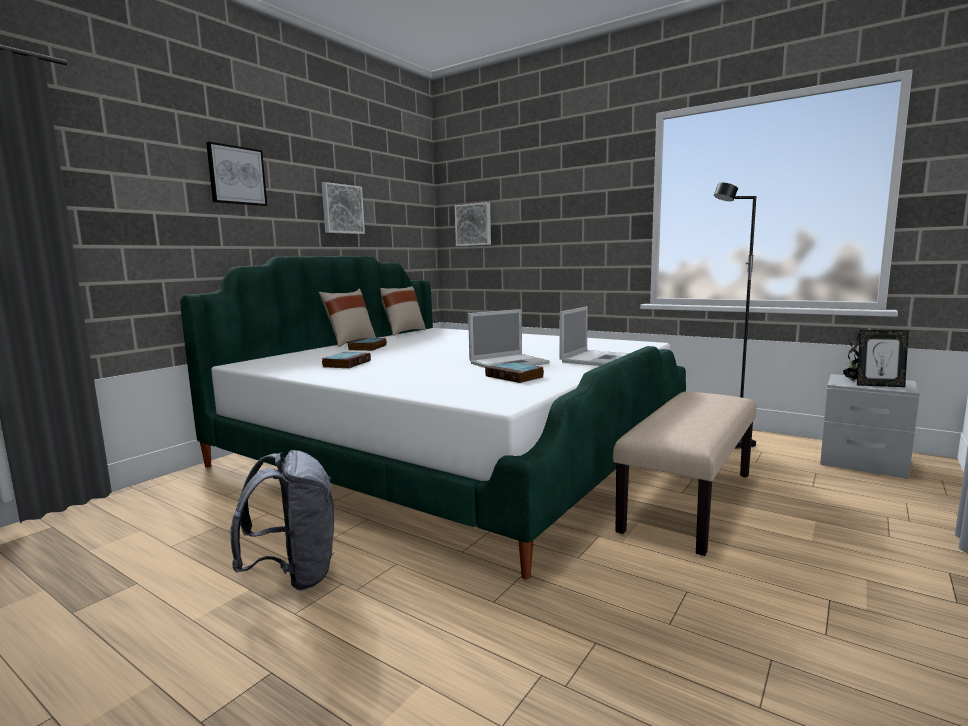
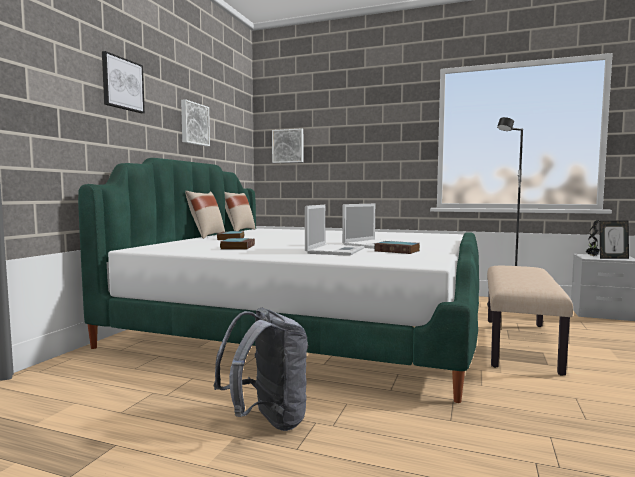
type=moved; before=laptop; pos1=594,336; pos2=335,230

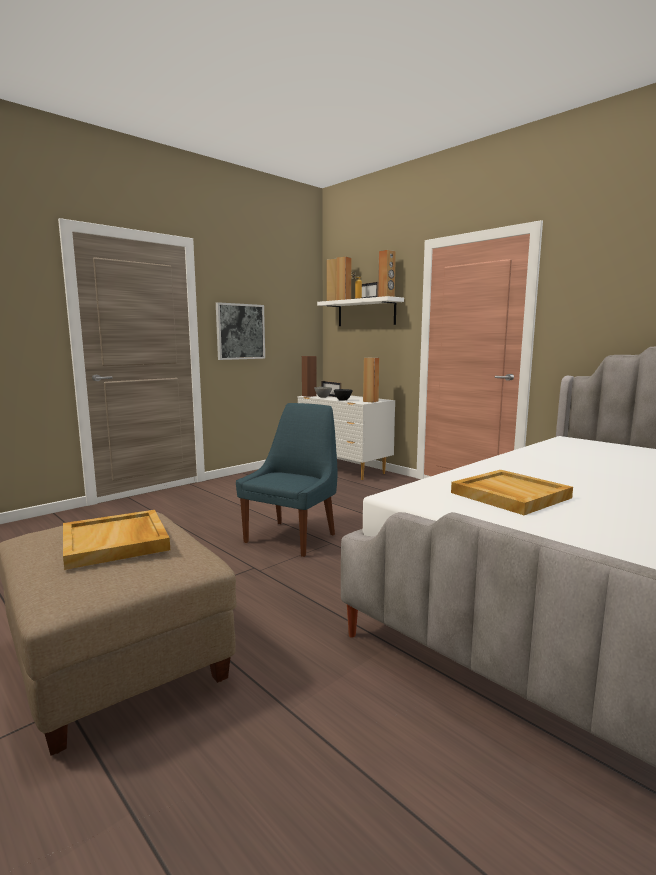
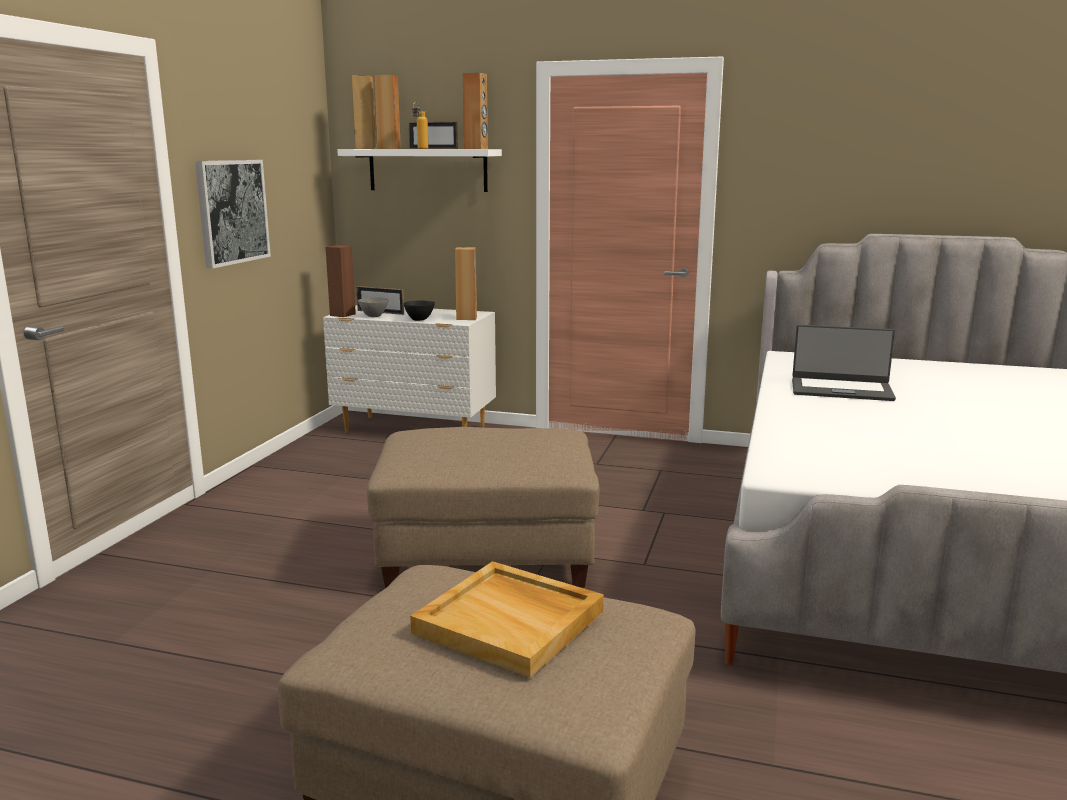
type=replaced; before=krzesło [niebieski]; after=pufa [beżowy]; pos1=286,480; pos2=483,507
type=added; after=laptop; pos2=844,363
type=removed; before=taca [beżowy]; pos1=512,492

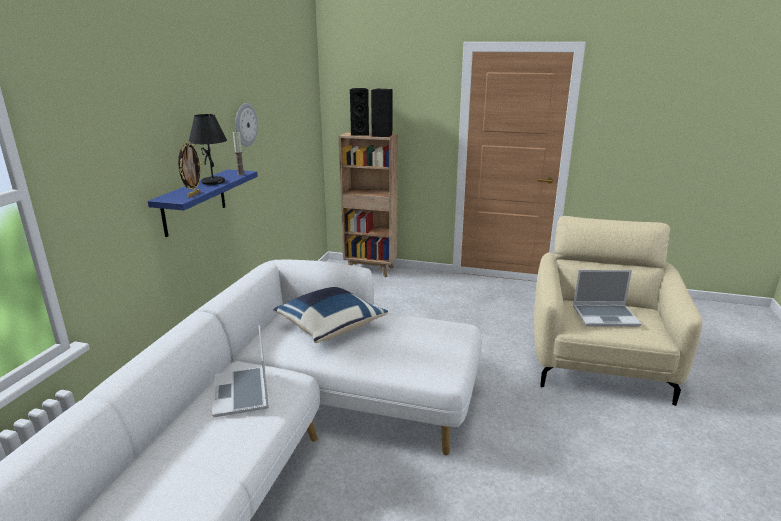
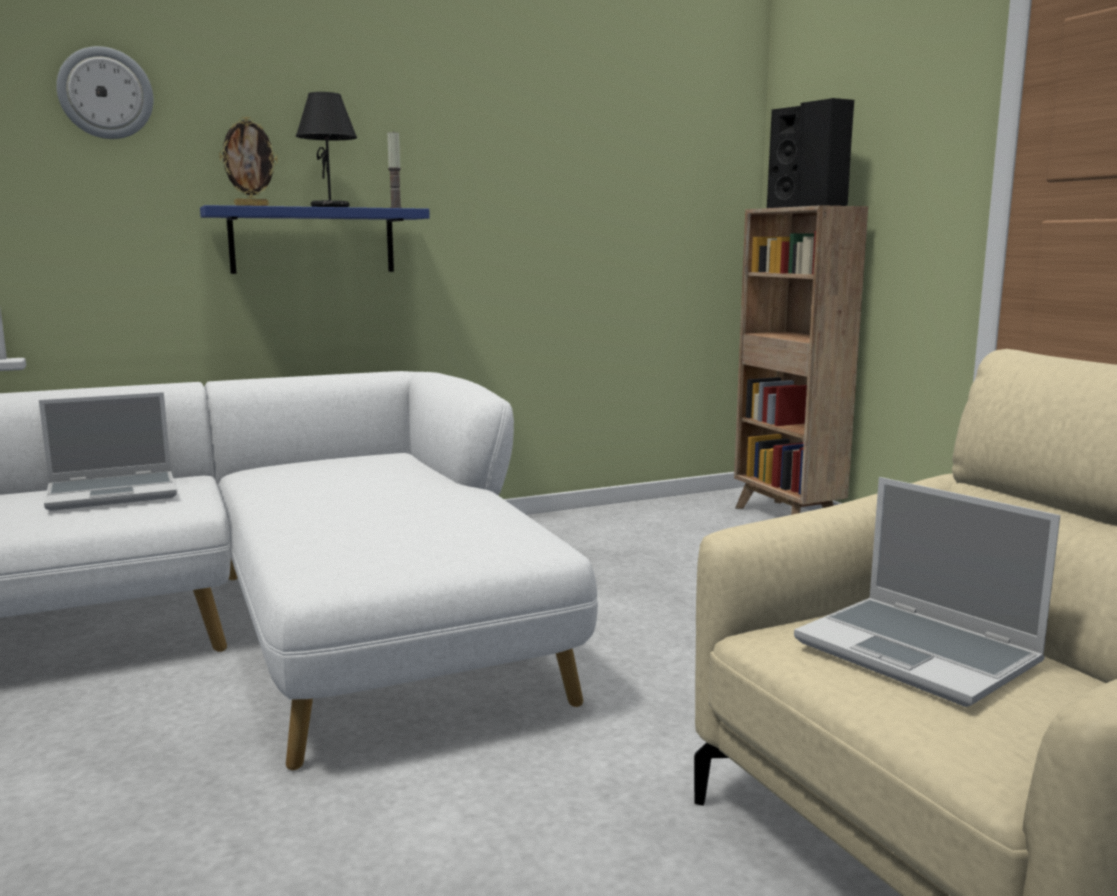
type=turned; before=laptop; pos1=240,371; pos2=108,451; turn=-150
type=moved; before=zegar ścienny; pos1=246,125; pos2=105,92
type=removed; before=poduszka [niebieski]; pos1=331,315

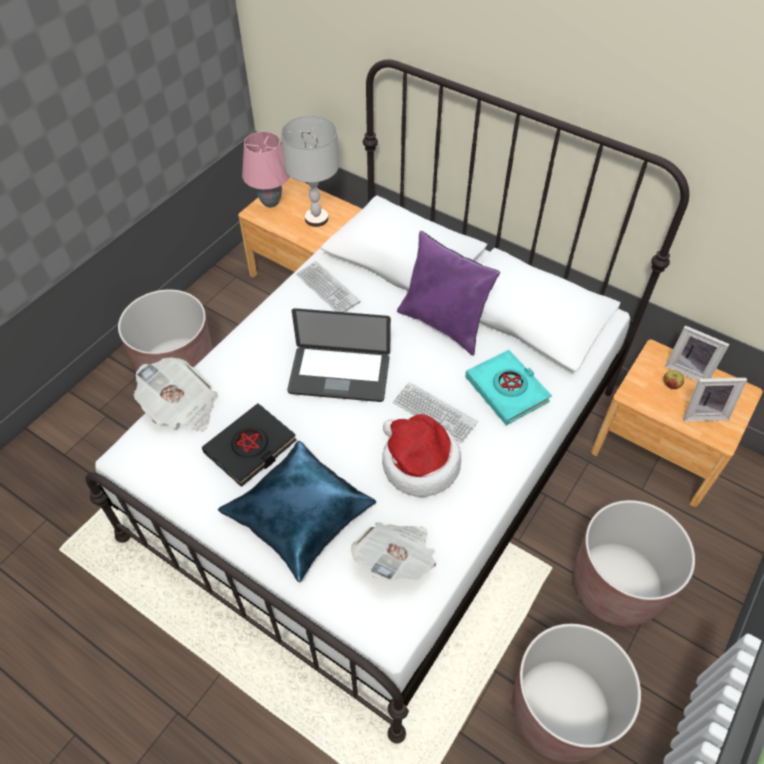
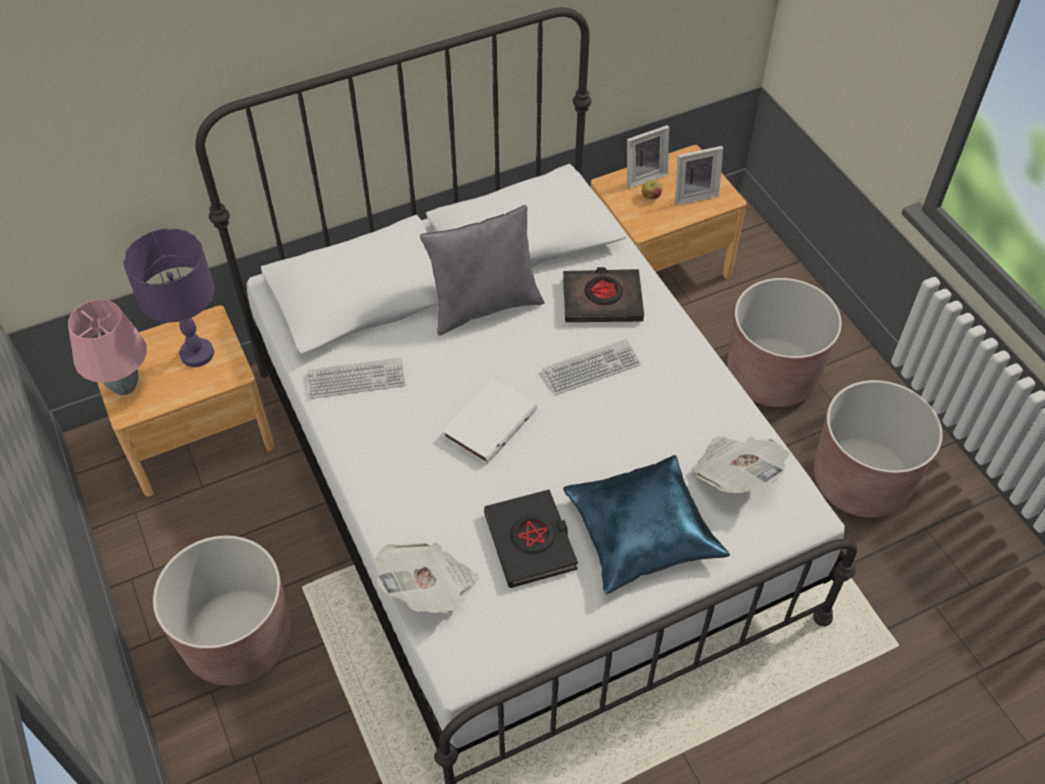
type=recoloured; before=lampa stołowa [szary]; after=lampa stołowa [fioletowy]; pos1=310,171; pos2=169,297
type=recoloured; before=poduszka [fioletowy]; after=poduszka [szary]; pos1=448,293; pos2=482,270
type=replaced; before=laptop; after=książka [biały]; pos1=339,355; pos2=490,421
type=recoloured; before=książka [turkusowy]; after=książka [czarny]; pos1=508,387; pos2=603,294
type=turned; before=ramka na zdjęcie; pos1=715,400; pos2=699,175; turn=45
type=removed; before=kapelusz; pos1=421,455

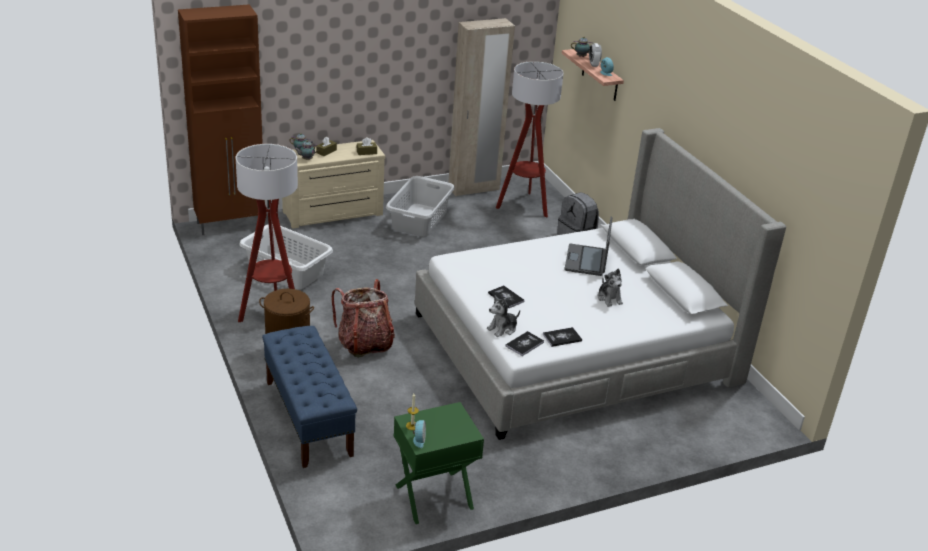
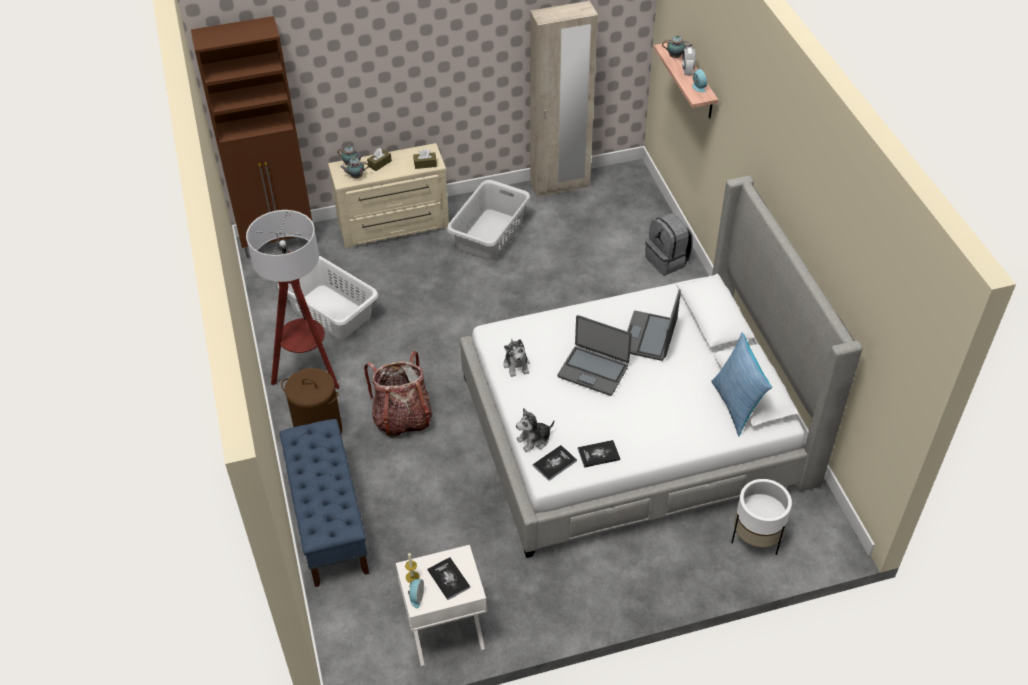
type=recoloured; before=szafka nocna [zielony]; after=szafka nocna [biały]; pos1=439,463; pos2=441,605
type=moved; before=książka; pos1=506,296; pos2=448,578
type=moved; before=pluszak; pos1=610,287; pos2=517,358
type=added; after=laptop; pos2=595,355
type=added; after=poduszka; pos2=741,384
type=added; after=donica [biały]; pos2=761,517
type=removed; before=lampa stojąca; pos1=530,139

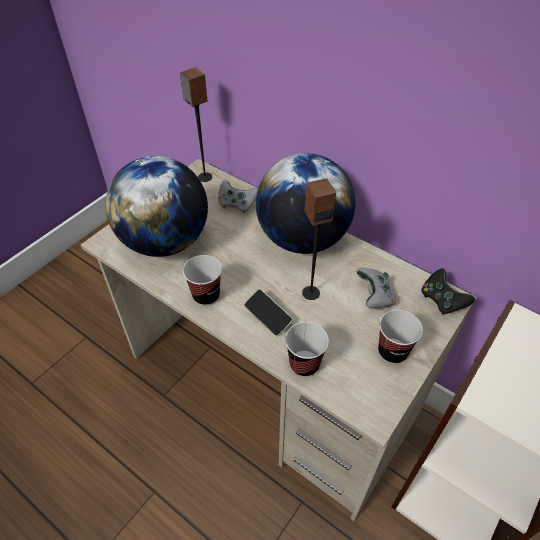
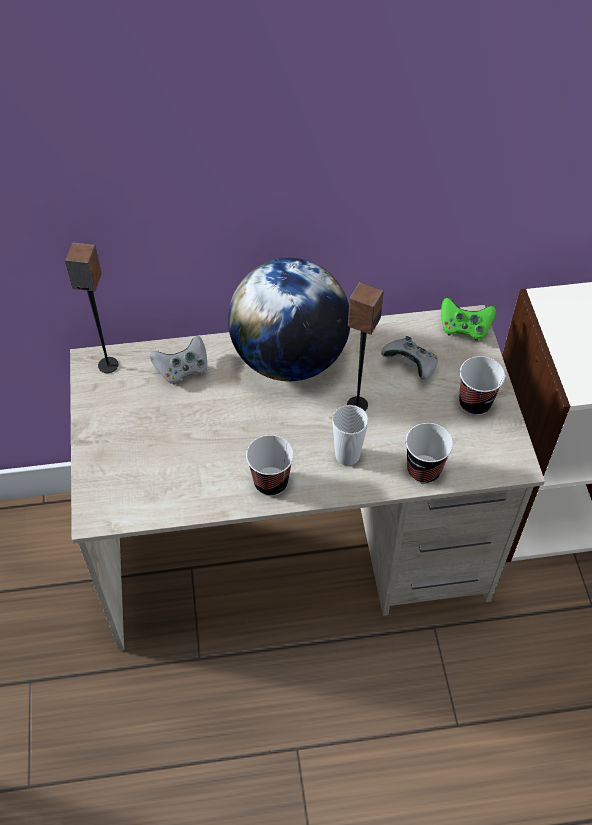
type=replaced; before=telefon; after=filiżanka; pos1=268,312; pos2=350,435
type=recoloured; before=pad do gier [czarny]; after=pad do gier [zielony]; pos1=448,291; pos2=468,319
type=removed; before=globus; pos1=156,206

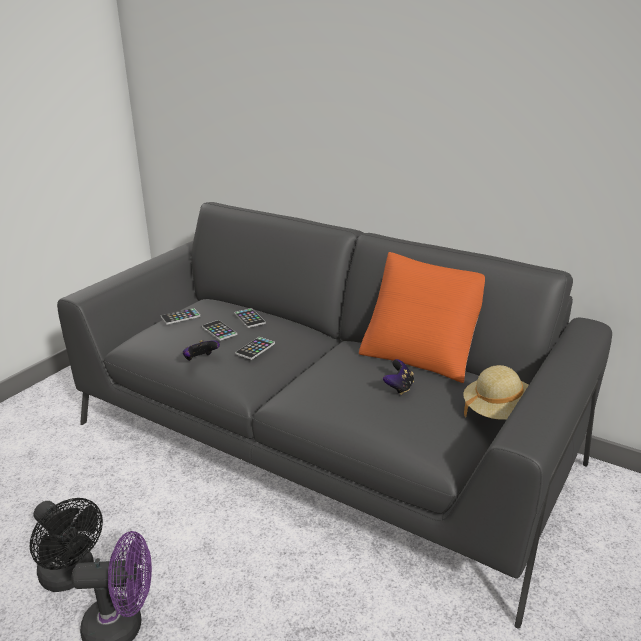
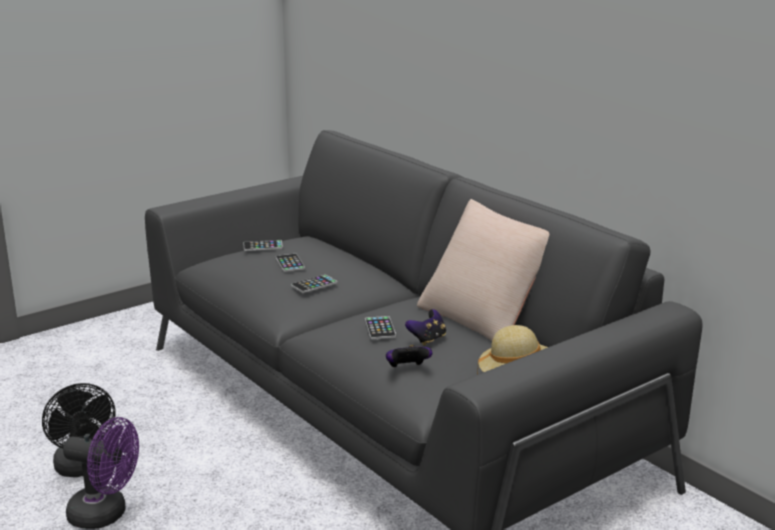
type=moved; before=telefon; pos1=250,318; pos2=380,327
type=moved; before=pad do gier; pos1=201,350; pos2=409,356
type=recoloured; before=poduszka [pomarańczowy]; after=poduszka [beżowy]; pos1=422,317; pos2=483,270

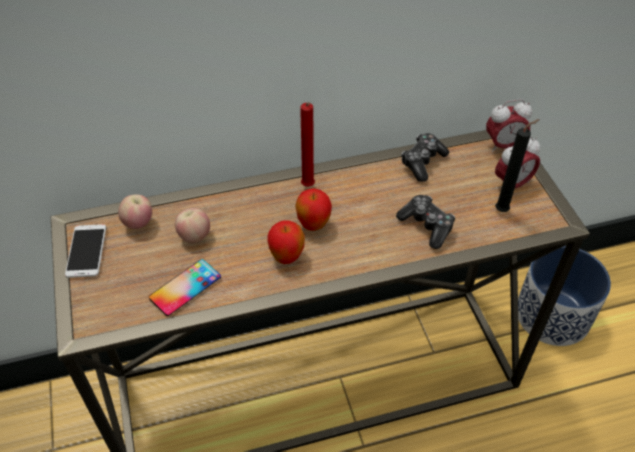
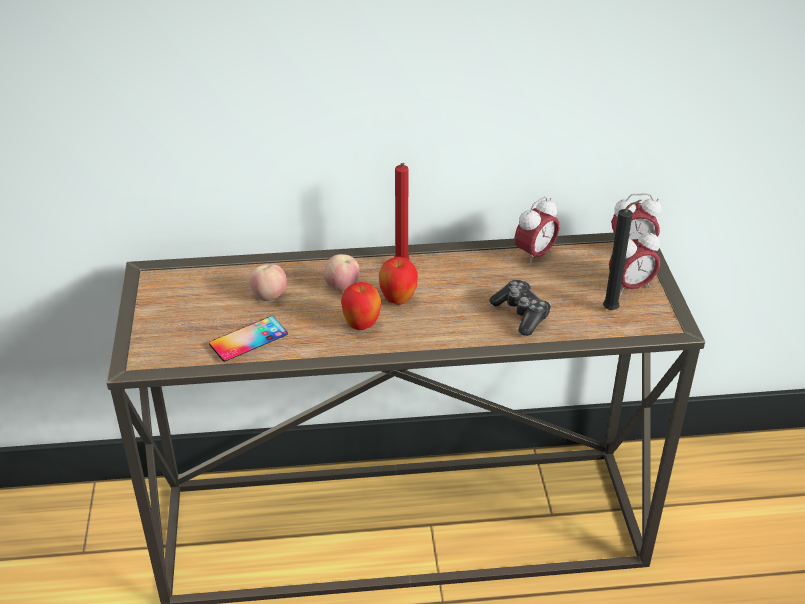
type=moved; before=jabłko; pos1=135,212; pos2=341,272
type=replaced; before=pad do gier; after=budzik; pos1=425,157; pos2=536,231
type=removed; before=telefon; pos1=85,251
type=removed; before=donica; pos1=564,296

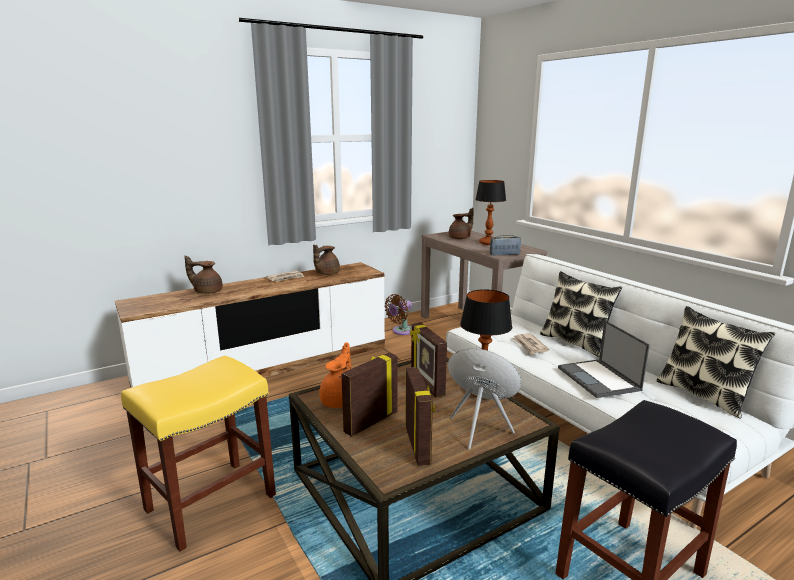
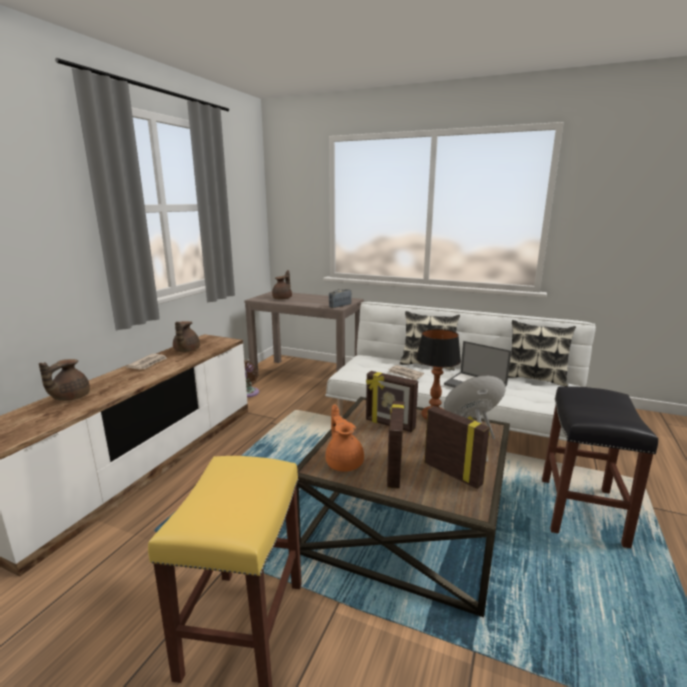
type=turned; before=imbryk [brązowy]; pos1=203,275; pos2=64,380; turn=-45
type=removed; before=lampa stołowa; pos1=490,212

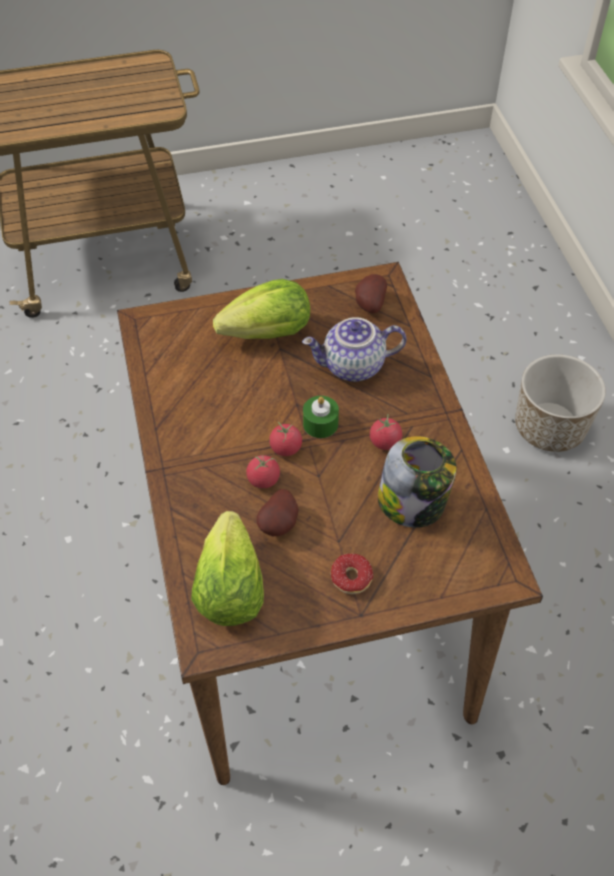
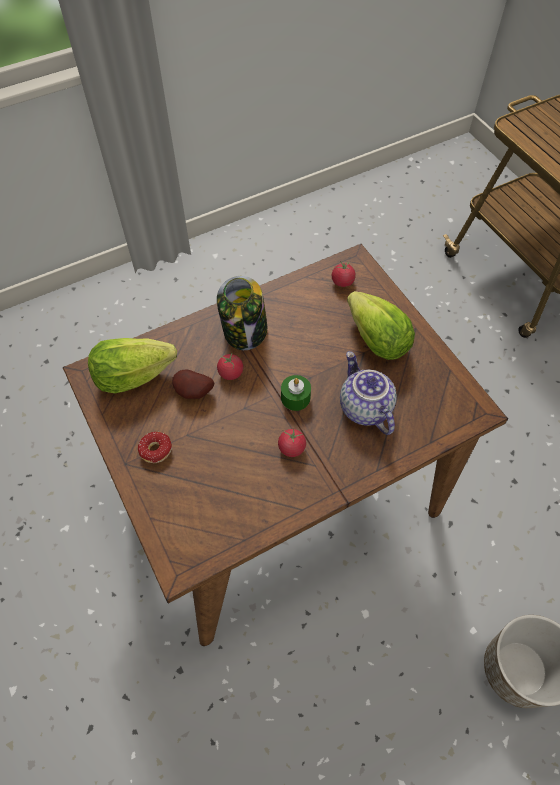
type=moved; before=słoik; pos1=417,482; pos2=242,313
type=moved; before=pomidor; pos1=285,439; pos2=344,274
type=removed; before=ziemniak; pos1=371,293

